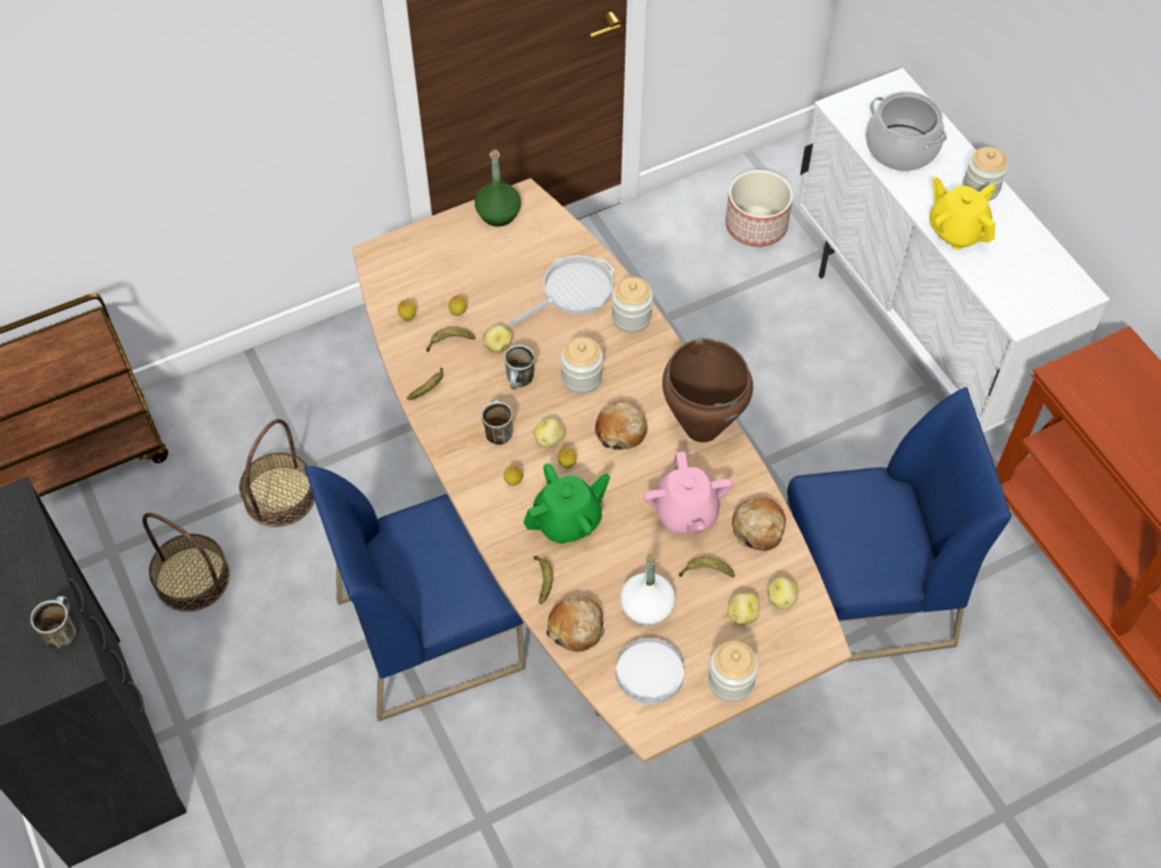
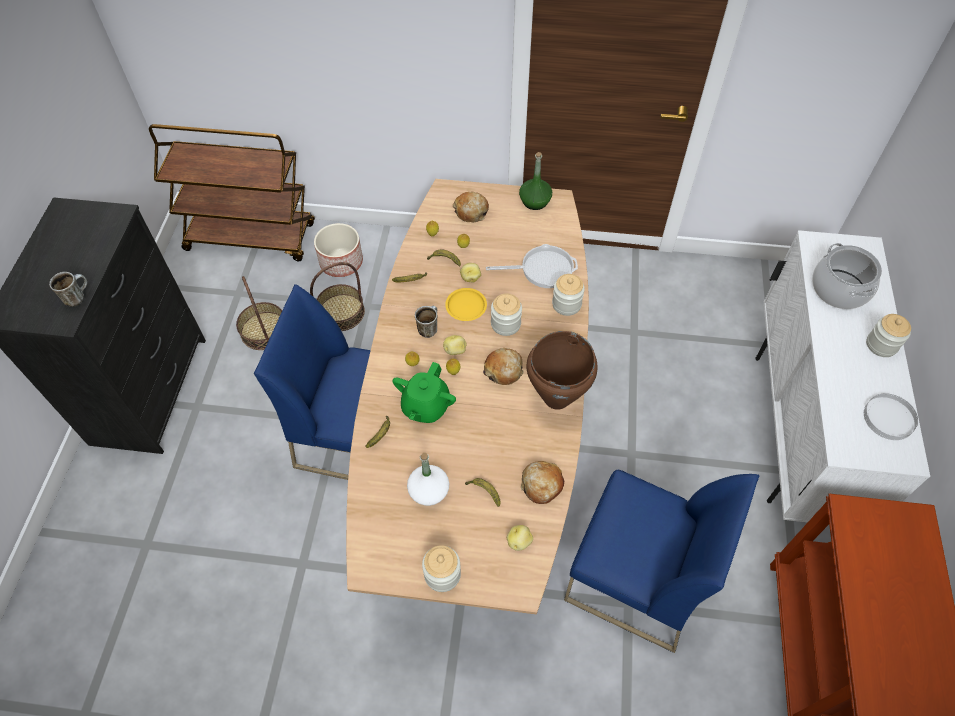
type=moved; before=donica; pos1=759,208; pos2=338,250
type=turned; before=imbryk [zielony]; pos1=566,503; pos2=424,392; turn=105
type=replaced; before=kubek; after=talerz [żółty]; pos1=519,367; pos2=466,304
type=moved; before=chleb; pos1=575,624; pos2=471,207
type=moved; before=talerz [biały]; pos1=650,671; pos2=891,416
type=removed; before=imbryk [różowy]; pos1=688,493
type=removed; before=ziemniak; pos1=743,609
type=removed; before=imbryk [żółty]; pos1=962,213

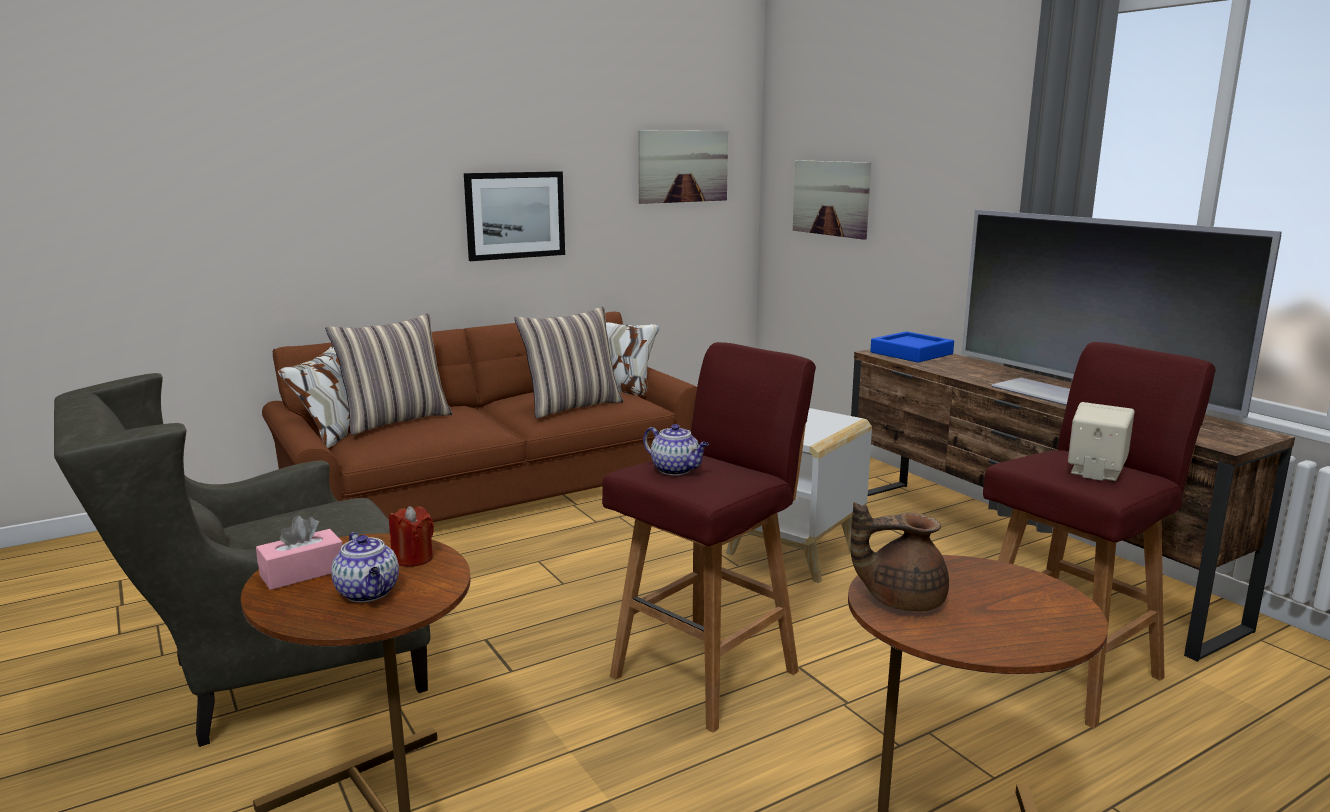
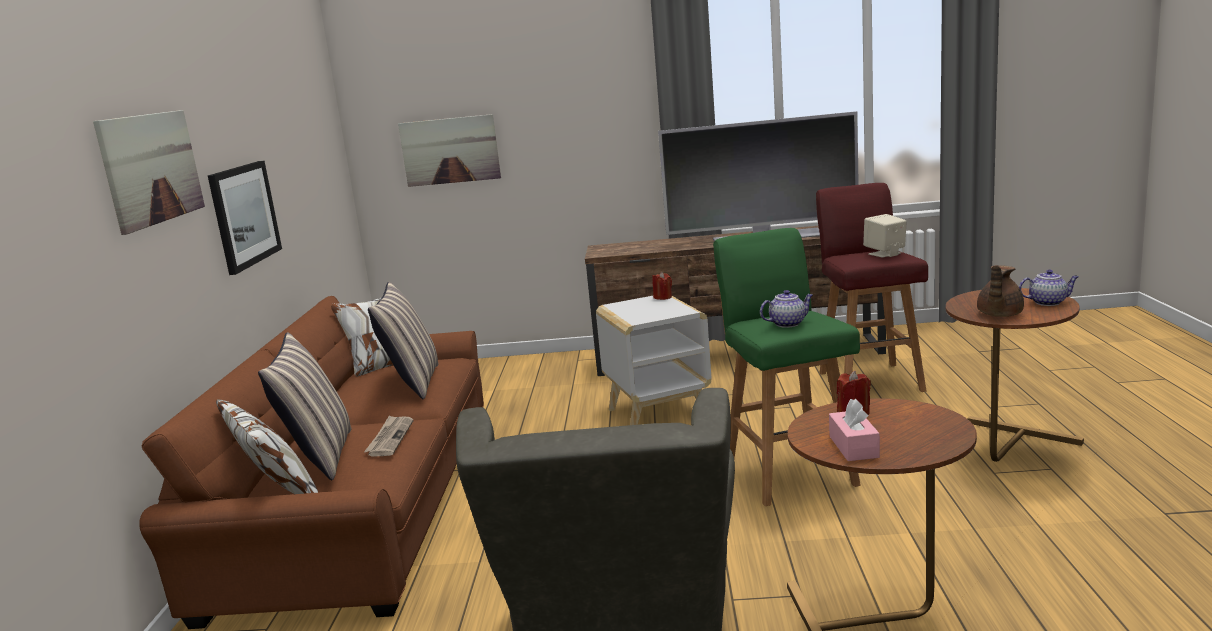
type=moved; before=obraz; pos1=683,167; pos2=149,172
type=added; after=gazeta; pos2=388,435
type=added; after=świeca [czerwony]; pos2=662,286
type=recoloured; before=stołek [czerwony]; after=stołek [zielony]; pos1=709,537; pos2=787,367
type=moved; before=imbryk; pos1=365,567; pos2=1049,287
type=removed; before=taca [niebieski]; pos1=912,347

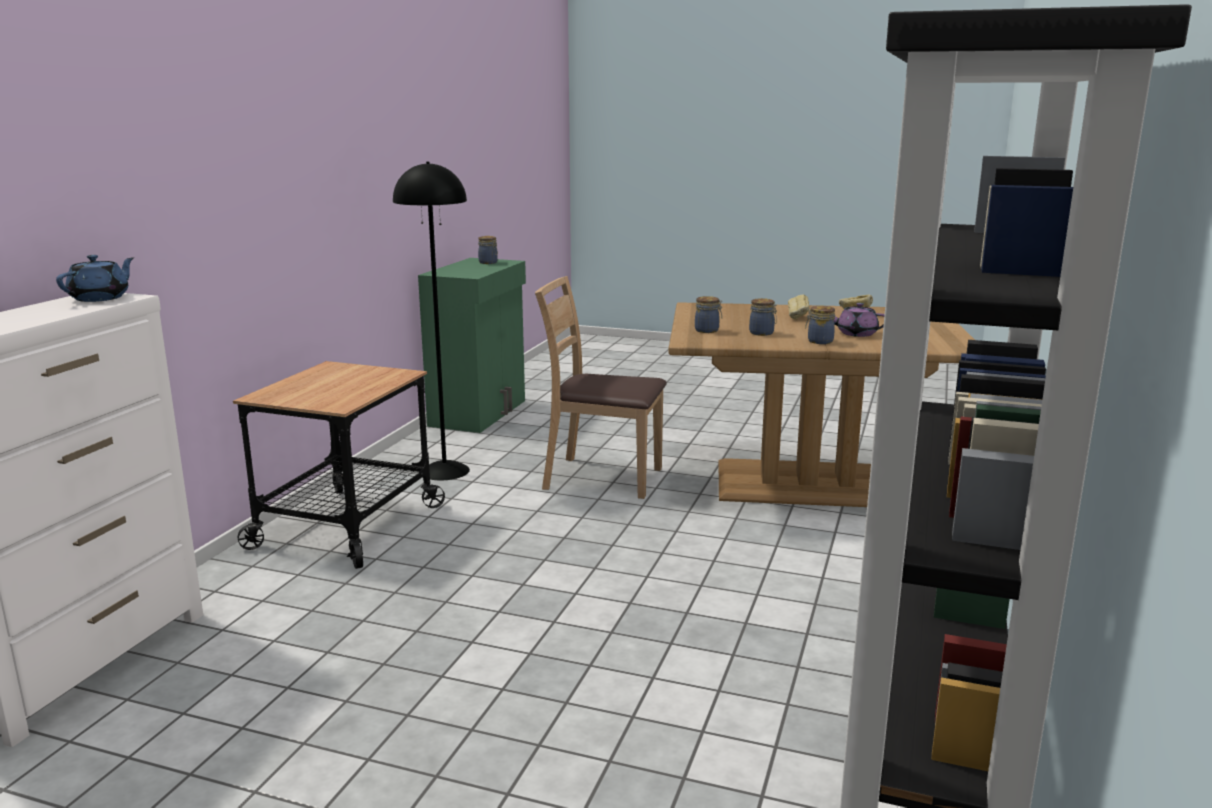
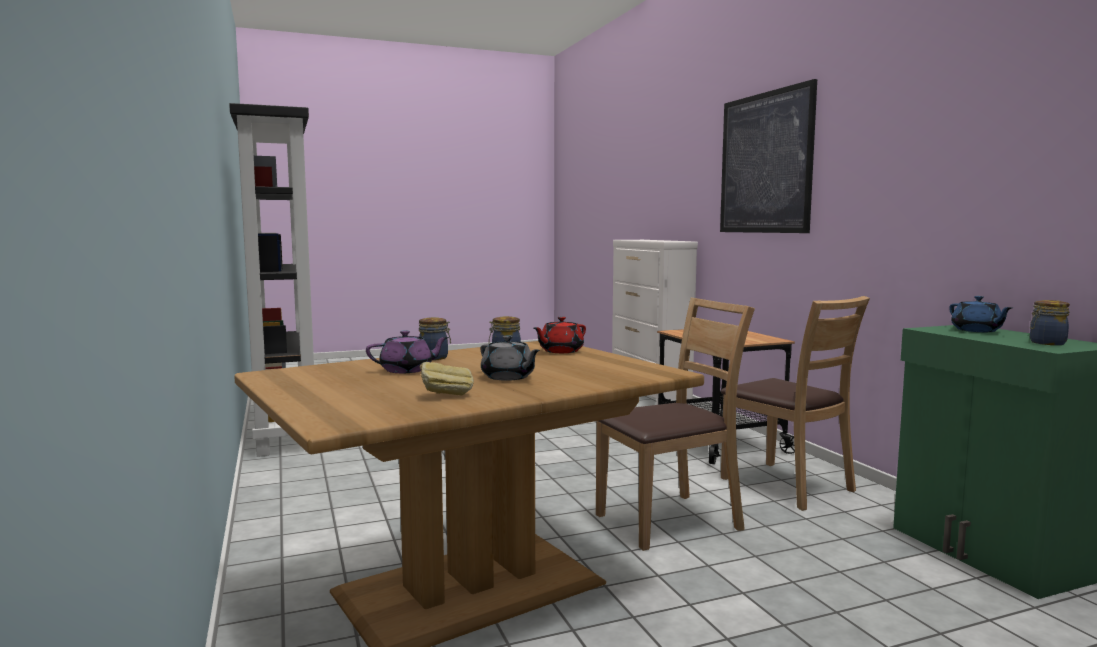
type=replaced; before=chleb; after=imbryk [szary]; pos1=798,307; pos2=510,358
type=replaced; before=słoik; after=imbryk [czerwony]; pos1=708,314; pos2=560,335
type=added; after=obraz; pos2=768,156
type=replaced; before=lampa stojąca [czarny]; after=krzesło [brązowy]; pos1=431,321; pos2=795,403
type=moved; before=imbryk [niebieski]; pos1=95,278; pos2=981,314

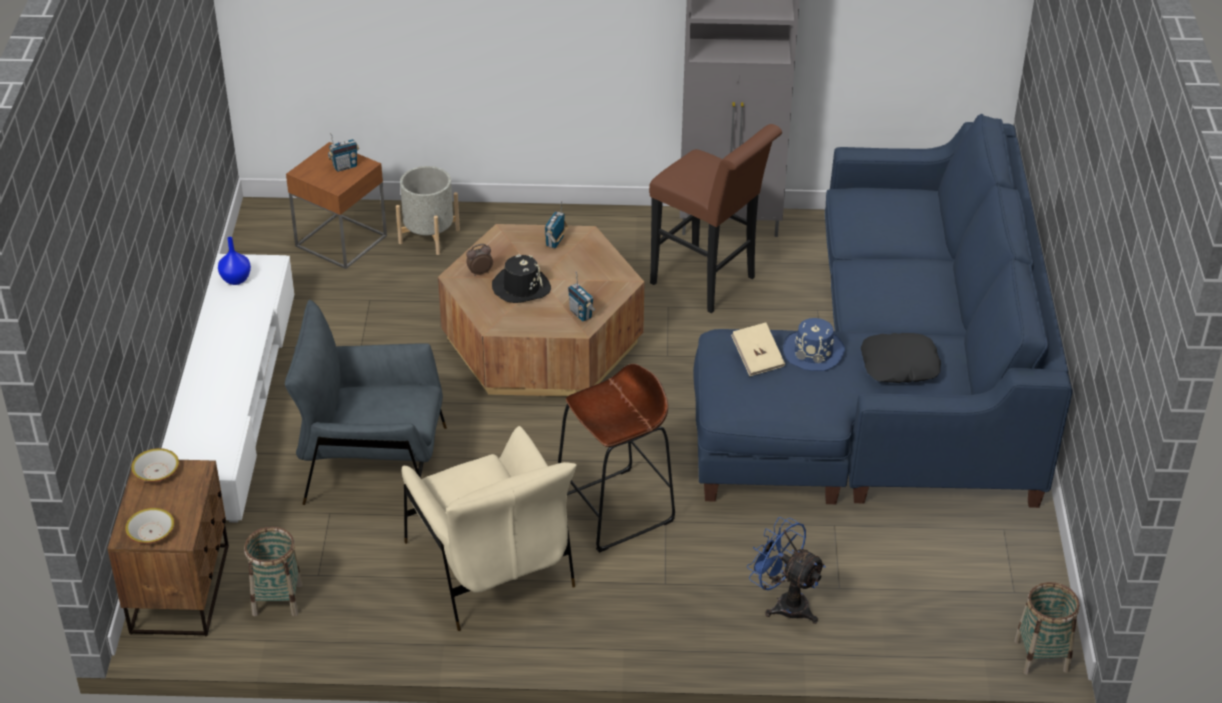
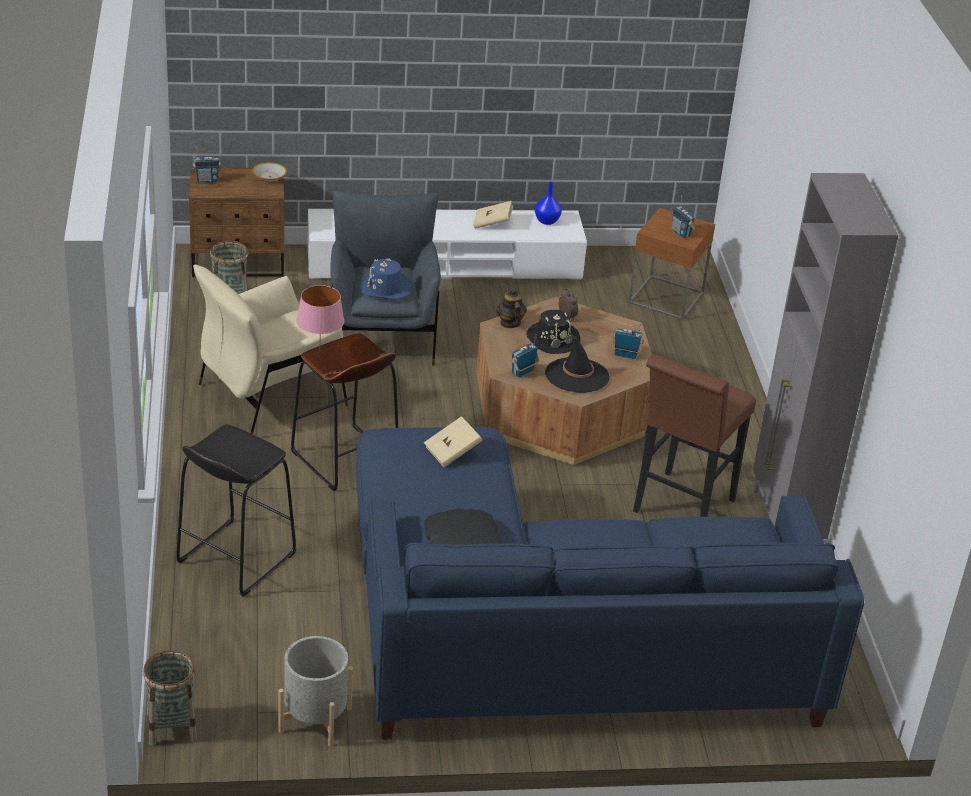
type=replaced; before=wentylator [niebieski]; after=stołek [czarny]; pos1=786,570; pos2=236,510
type=replaced; before=miska; after=radio; pos1=150,526; pos2=206,164
type=moved; before=donica [szary]; pos1=428,210; pos2=316,691
type=added; after=lampa stołowa [różowy]; pos2=320,320
type=moved; before=kapelusz [niebieski]; pos1=814,344; pos2=386,279
type=added; after=książka [beżowy]; pos2=493,215
type=added; after=imbryk; pos2=511,307
type=added; after=kapelusz [czarny]; pos2=577,363

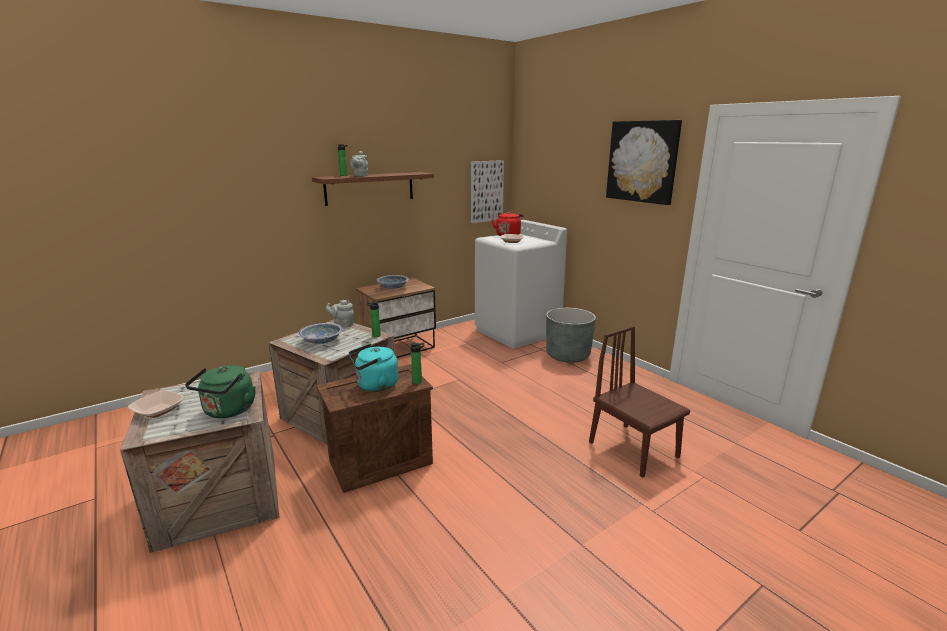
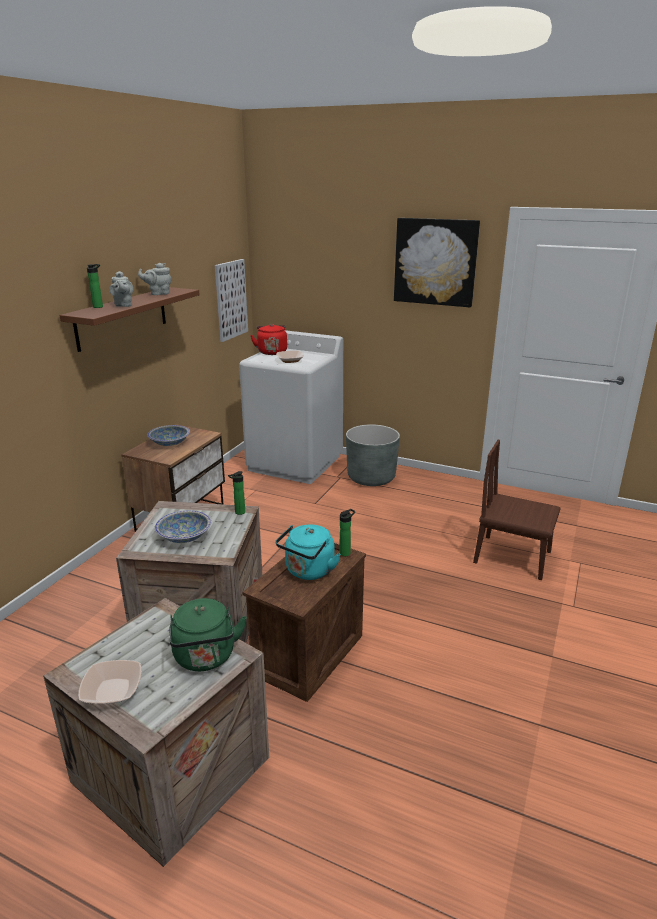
type=moved; before=imbryk [szary]; pos1=340,314; pos2=155,279

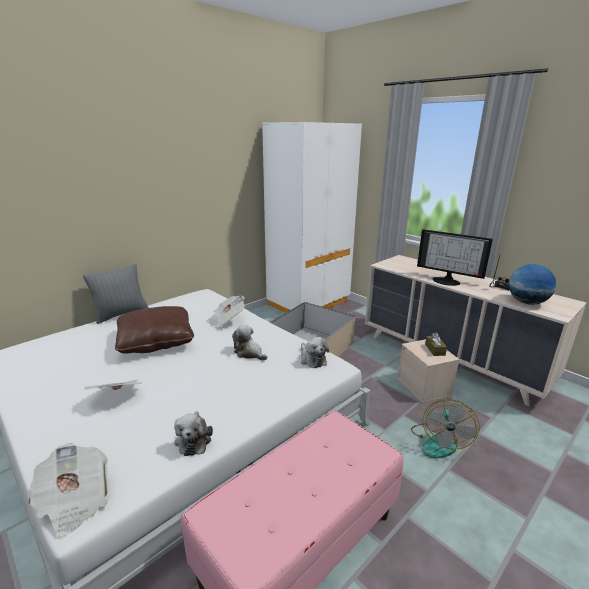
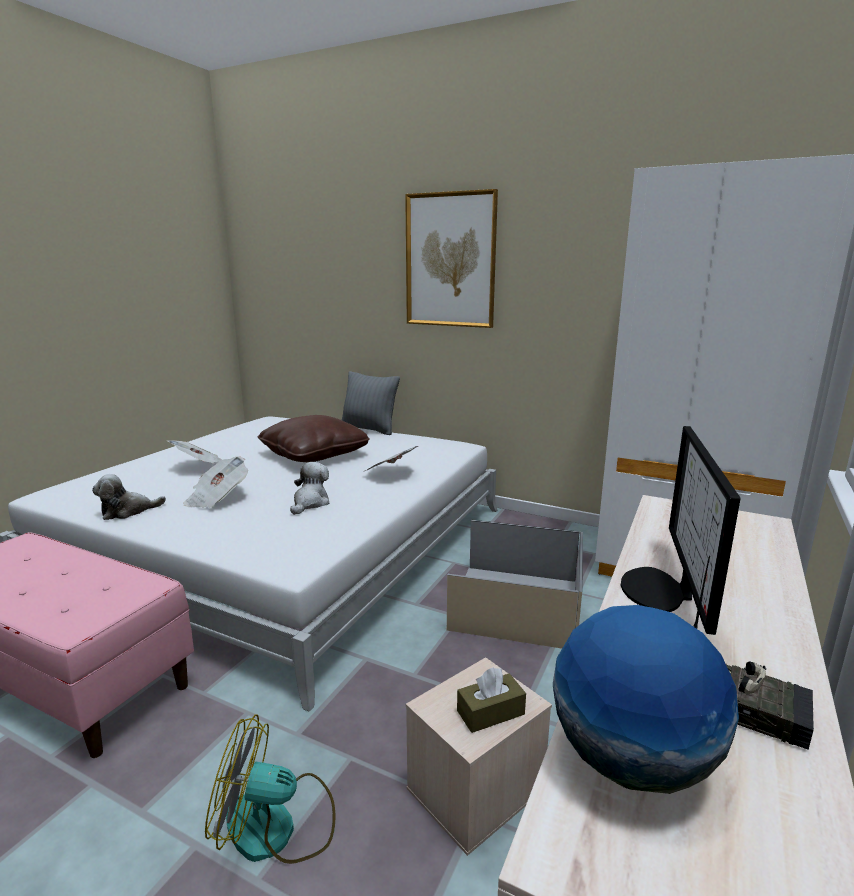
type=moved; before=gazeta; pos1=68,490; pos2=215,482
type=added; after=obraz; pos2=451,258
type=removed; before=pluszak; pos1=315,352

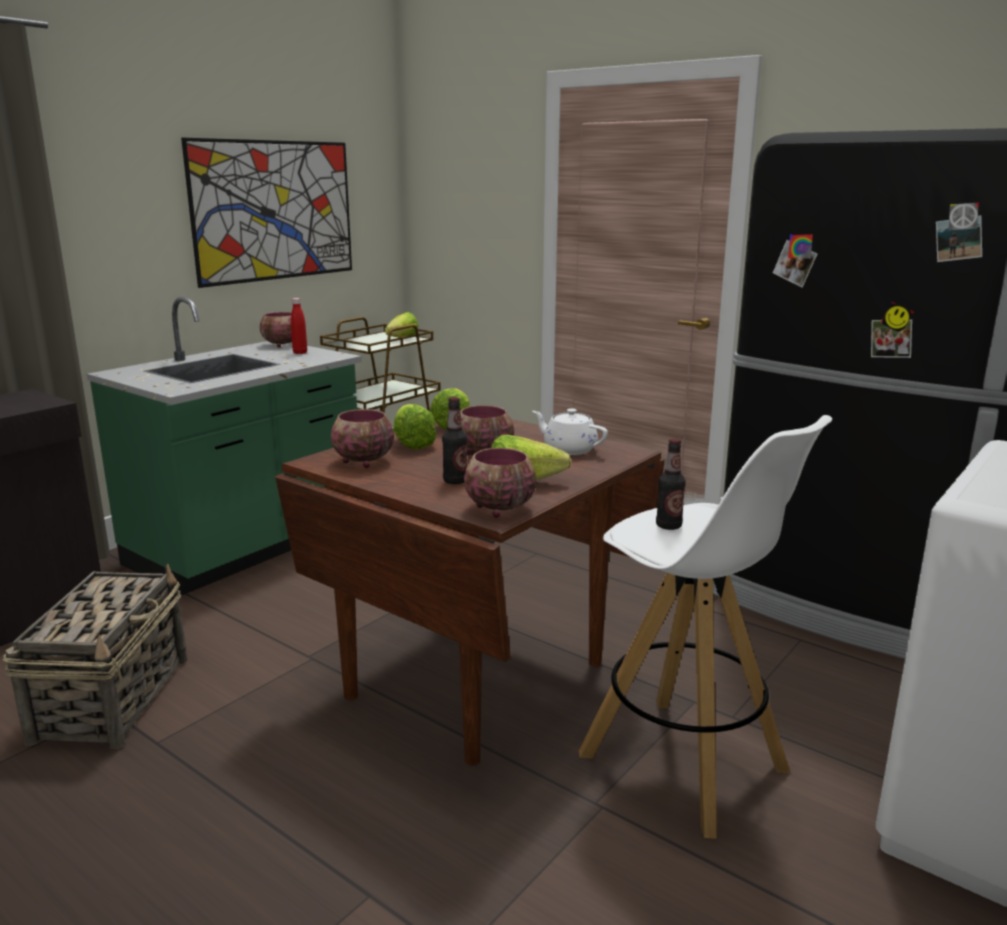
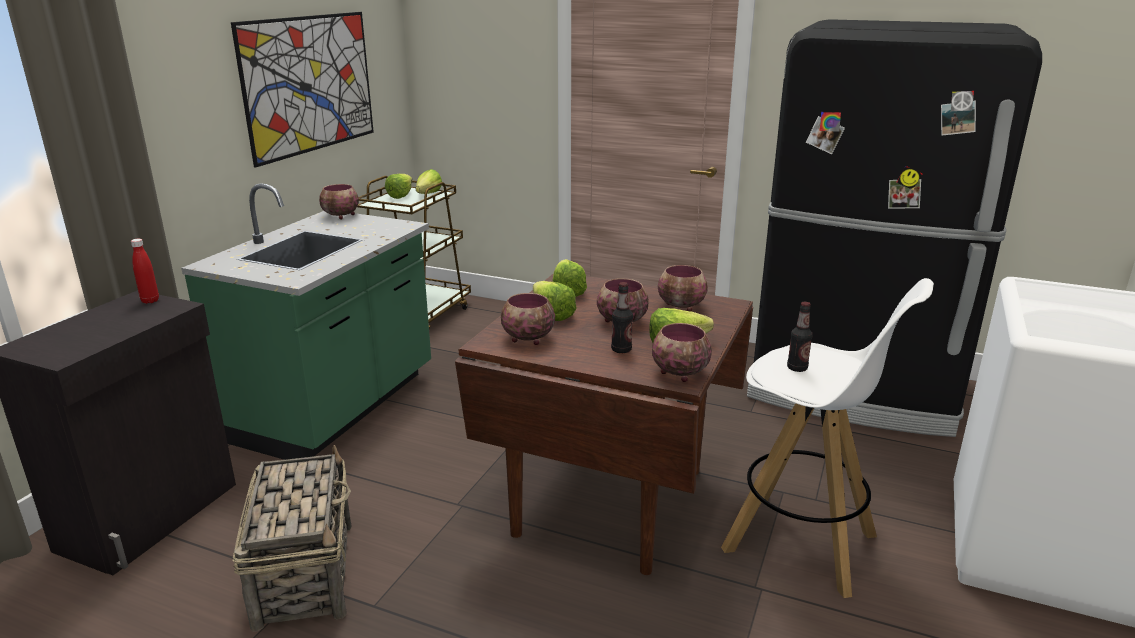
type=moved; before=butelka [czerwony]; pos1=299,326; pos2=145,271
type=added; after=sałata; pos2=398,186
type=replaced; before=imbryk [biały]; after=miska; pos1=570,431; pos2=683,288

